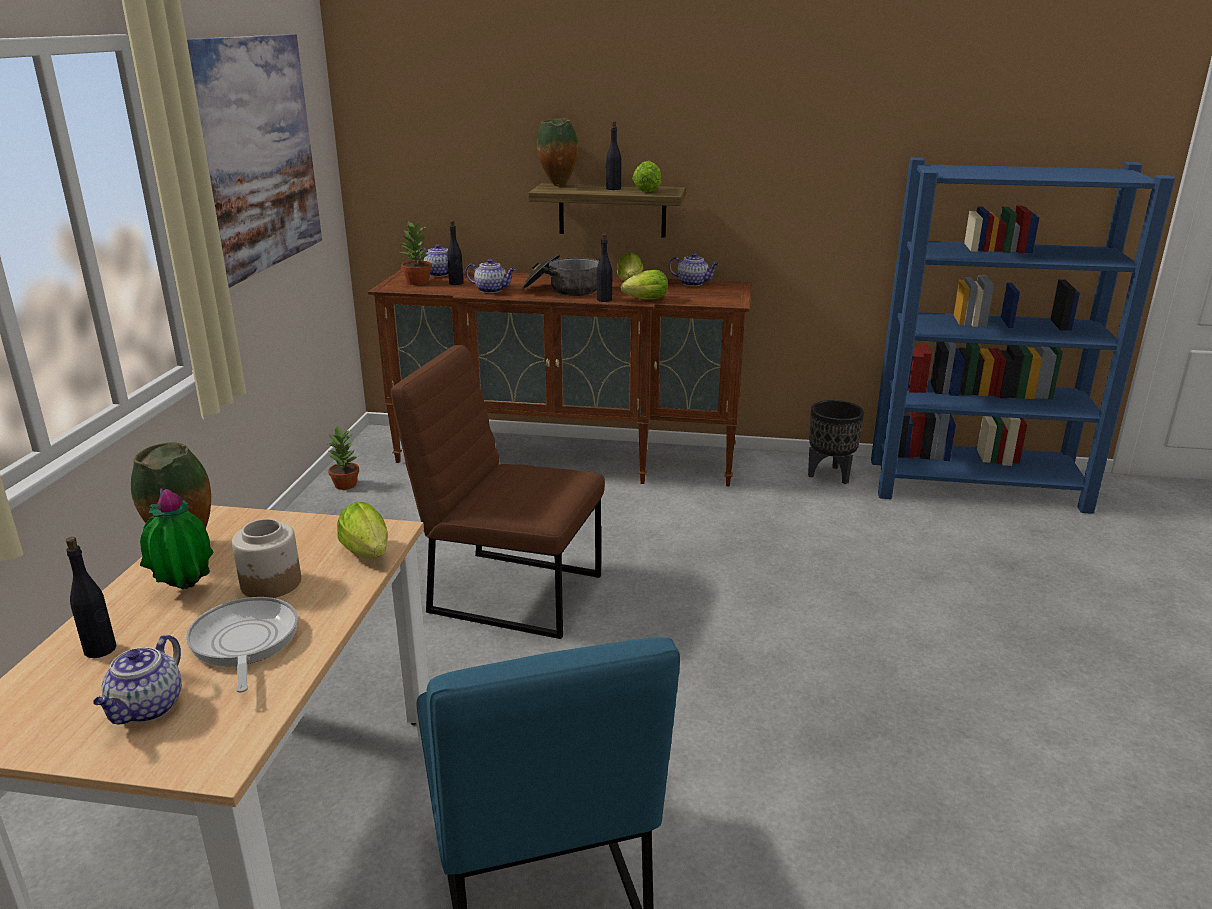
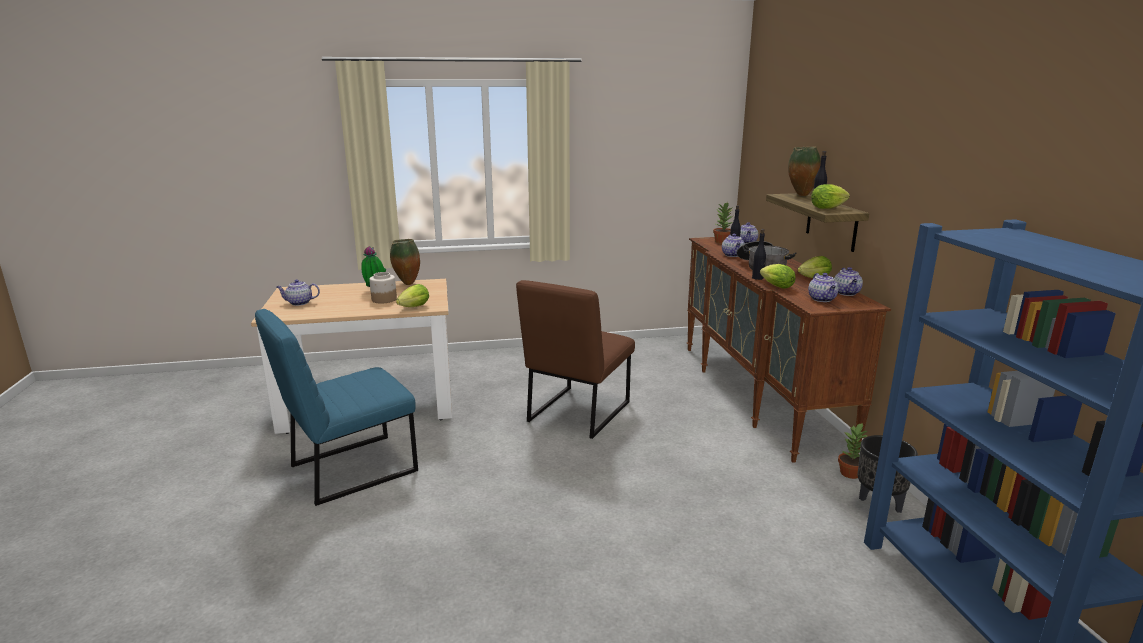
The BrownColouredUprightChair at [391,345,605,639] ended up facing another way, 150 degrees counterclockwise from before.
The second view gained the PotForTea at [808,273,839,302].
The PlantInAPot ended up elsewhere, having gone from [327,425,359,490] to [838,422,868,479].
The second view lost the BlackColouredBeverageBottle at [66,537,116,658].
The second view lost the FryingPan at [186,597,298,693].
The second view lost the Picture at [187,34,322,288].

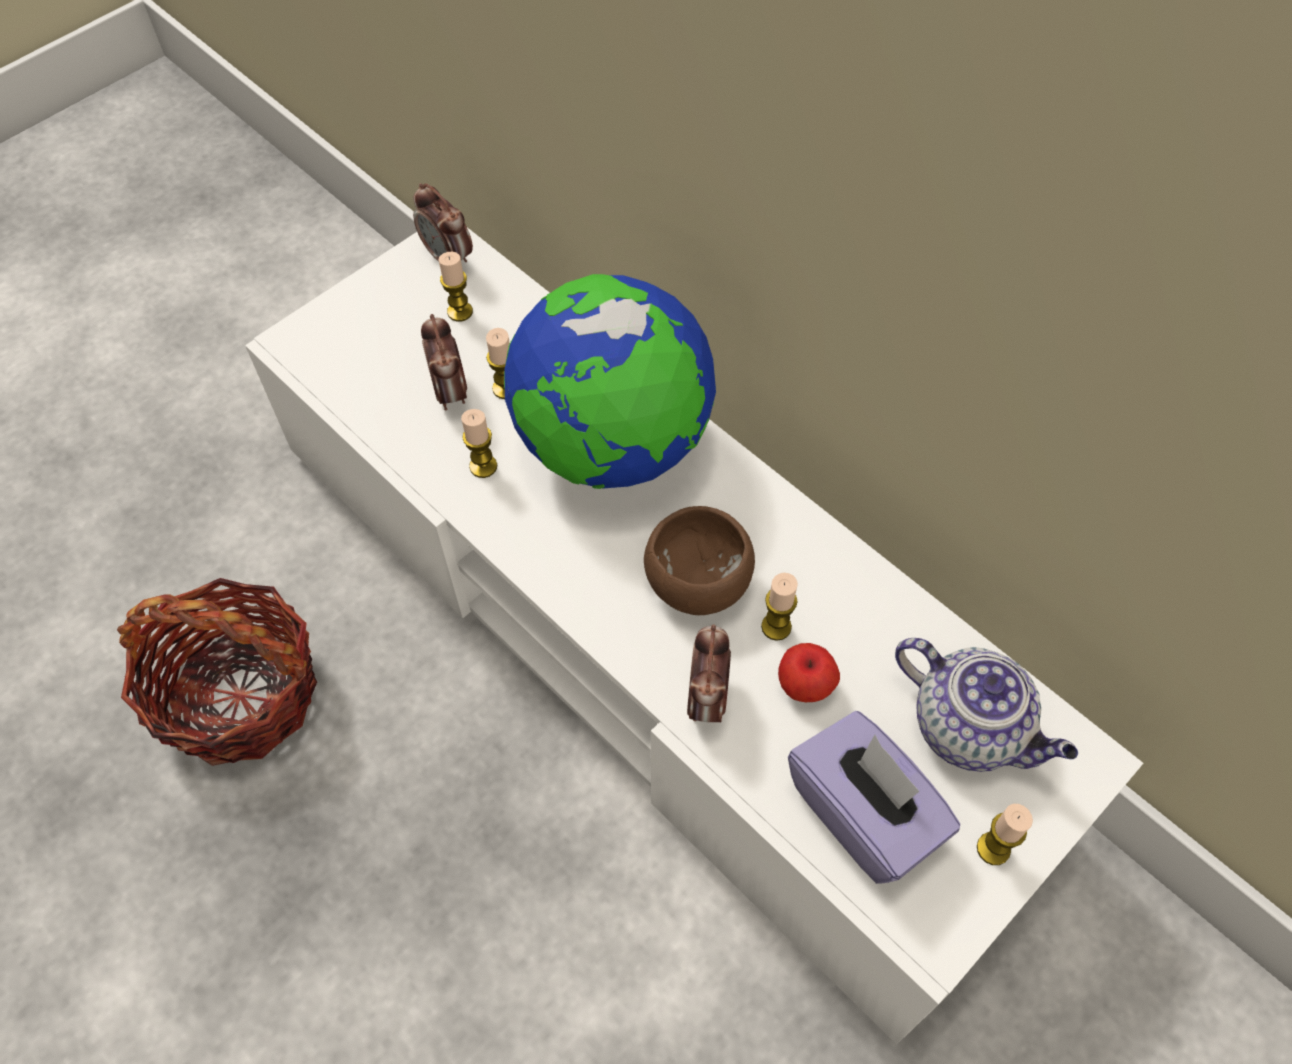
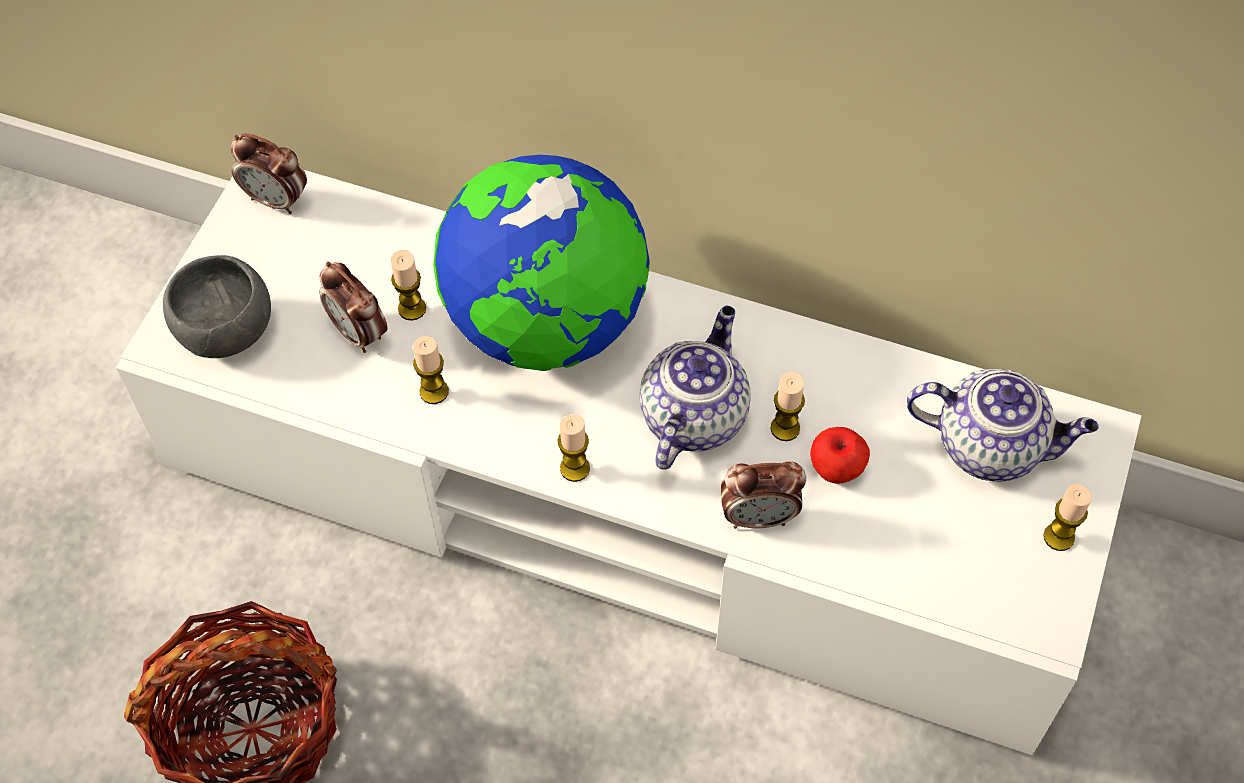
The second view gained the GreyishDeepDish at [163,255,271,358].
The Candle ended up elsewhere, having gone from [439,252,473,322] to [557,414,590,482].
Where the BrownColouredDeepDish stood at [644,506,755,615], the PotForTea came to stand at [640,306,751,469].
The BedsideClock at [687,624,731,722] ended up facing another way, 75 degrees counterclockwise from before.
The second view lost the PurplishBoxOfTissues at [788,711,960,884].

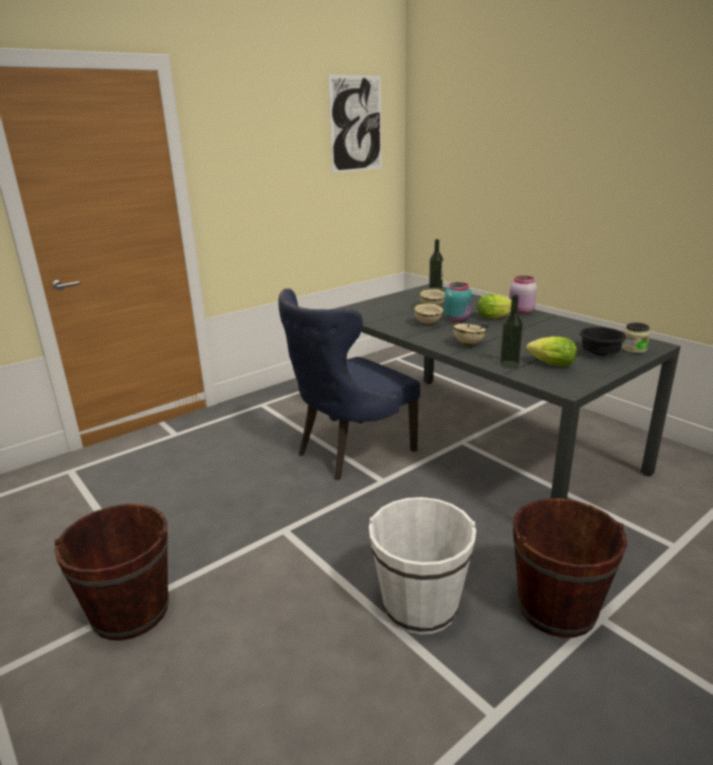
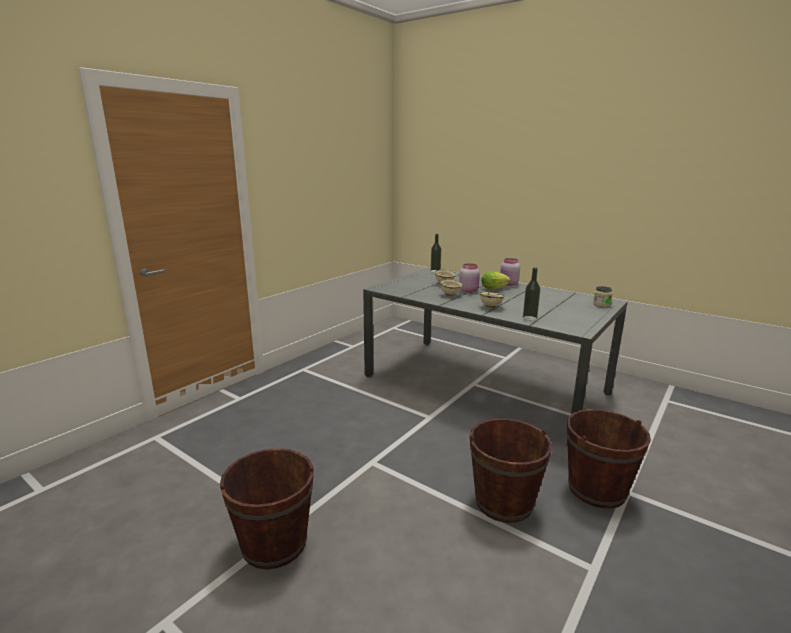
What was the TurquoiseJar at [444,282,472,322] turned into the PinkishJar at [459,263,480,293].
What was the WhiteColouredBucket at [369,497,476,635] turned into the BrownColouredBucket at [469,418,552,523].
The second view lost the BluishUprightChair at [279,288,420,480].
The second view lost the Picture at [328,75,382,173].
The second view lost the LettuceHead at [526,336,577,367].
The second view lost the BlackColouredDeepDish at [580,327,627,356].

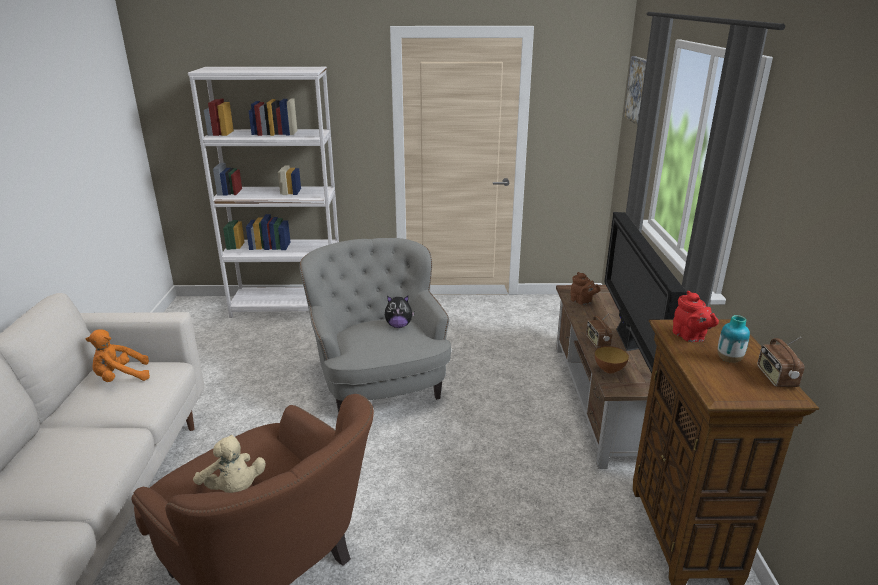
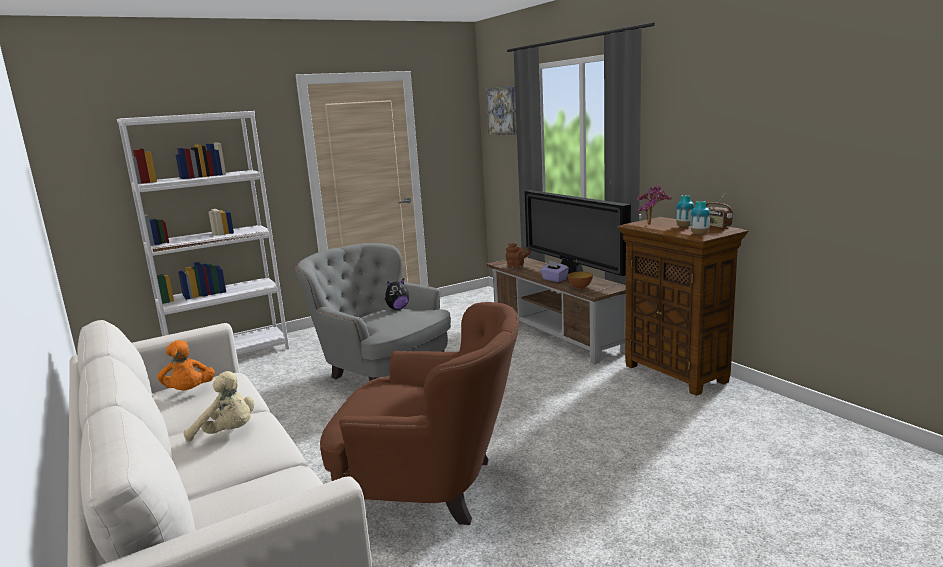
The OrangeColouredCuddlyToy at [86,329,150,382] ended up facing another way, 60 degrees counterclockwise from before.
The BeigeCuddlyToy ended up elsewhere, having gone from [193,435,266,493] to [184,371,254,442].
Where the RadioSet stood at [586,315,613,348], the PurplishBoxOfTissues came to stand at [540,260,569,282].
Where the RedPotForTea stood at [673,291,719,342], the PlantInAPot came to stand at [637,185,671,225].
The second view gained the FlowerVase at [691,201,710,235].

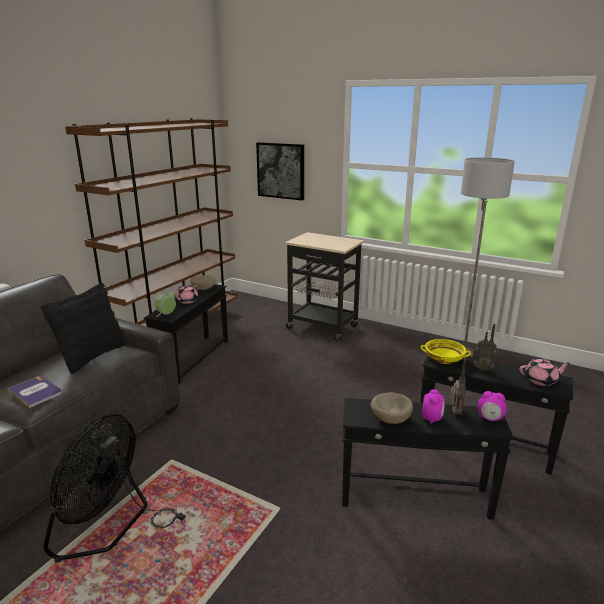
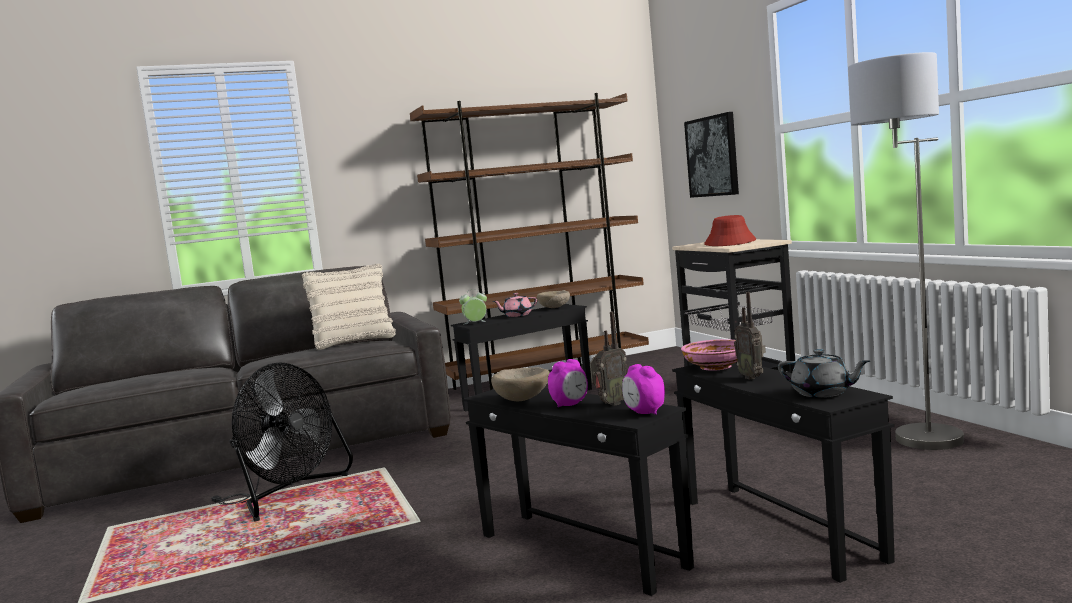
The BlackColouredFan at [43,414,186,562] ended up facing another way, 150 degrees clockwise from before.
What was the BlackColouredPillow at [40,283,128,374] turned into the BeigePillow at [302,264,396,350].
What was the YellowishDeepDish at [420,339,471,364] turned into the PinkishDeepDish at [681,339,738,371].
The second view gained the RedWearableHat at [704,215,756,246].
What was the PinkishPotForTea at [520,358,570,386] turned into the GreyishPotForTea at [778,349,870,398].
The second view lost the Book at [7,376,62,408].

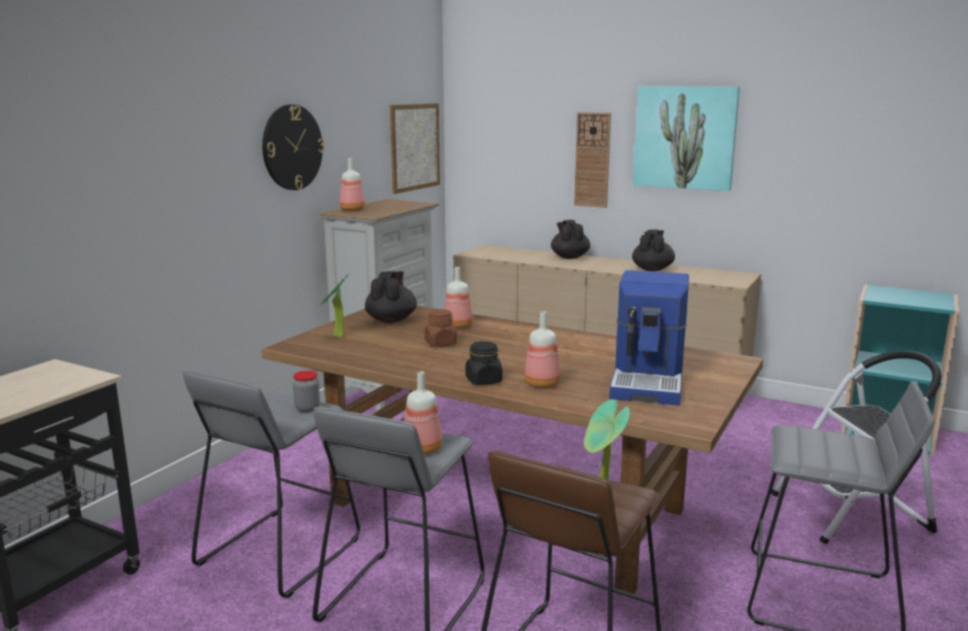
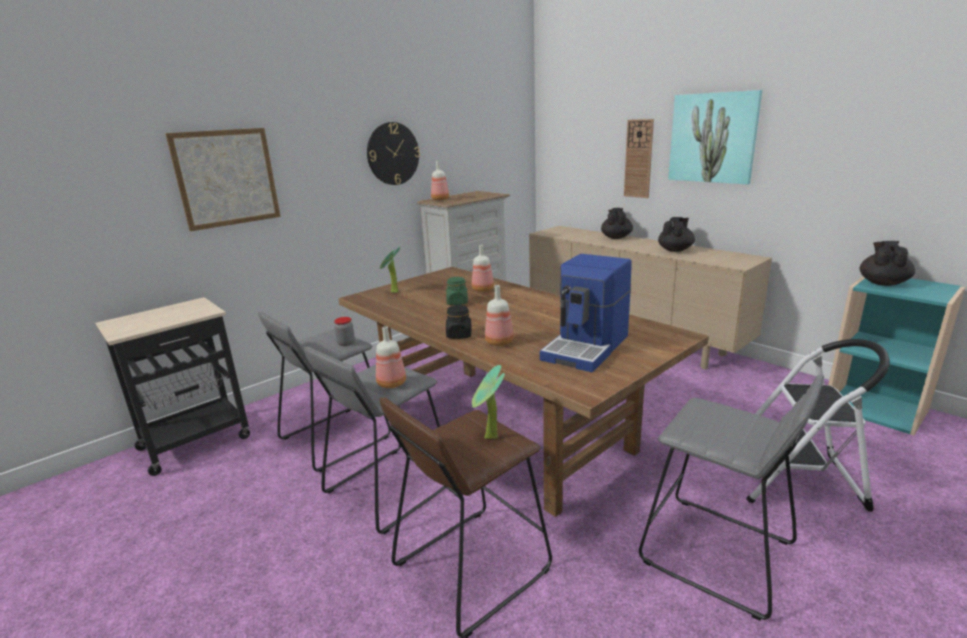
The Picture ended up elsewhere, having gone from [390,103,440,194] to [165,128,281,231].
What was the BrownColouredJar at [424,309,457,347] turned into the GreenJar at [446,277,468,305].
The BlackColouredPotForTea ended up elsewhere, having gone from [365,271,417,323] to [860,241,915,286].

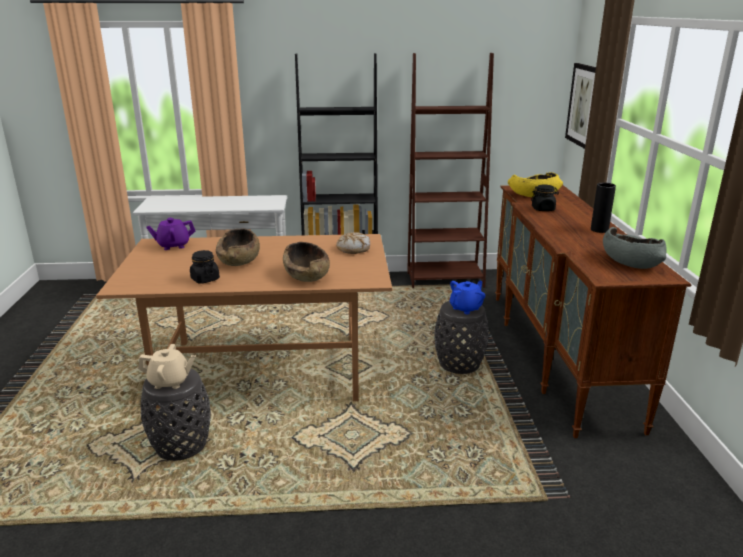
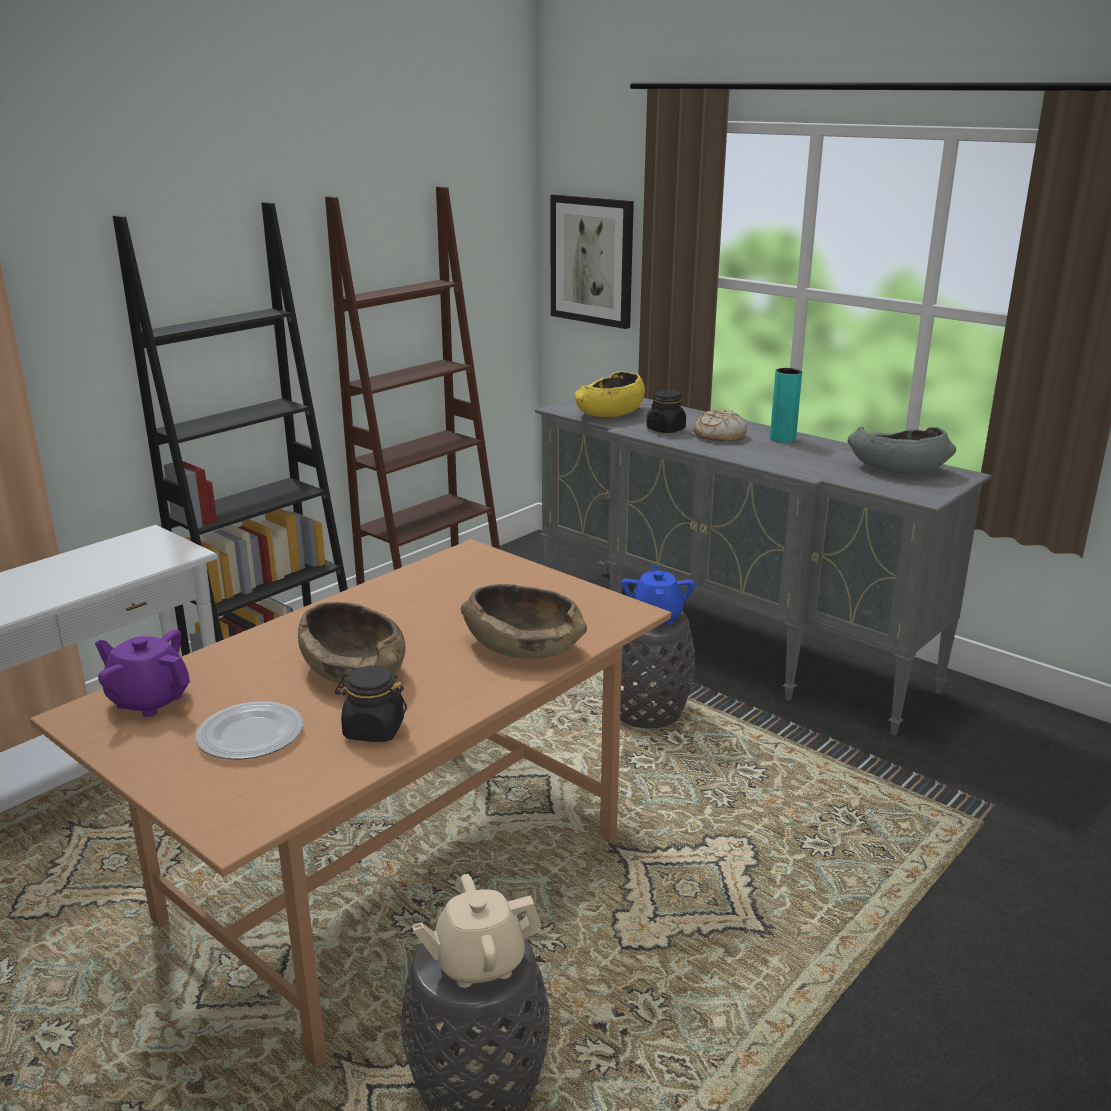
The PurplishPotForTea at [146,218,195,250] ended up facing another way, 90 degrees clockwise from before.
The second view gained the Plate at [195,701,303,760].
The BeigePotForTea at [138,344,196,389] ended up facing another way, 150 degrees counterclockwise from before.
What was the BrownColouredStorageCabinet at [495,185,692,438] turned into the GreyishStorageCabinet at [535,398,992,736].
The BakeryBread ended up elsewhere, having gone from [336,232,370,254] to [694,410,747,441].
What was the BlackColouredFlowerVase at [591,183,616,233] turned into the TurquoiseFlowerVase at [770,368,802,443].

